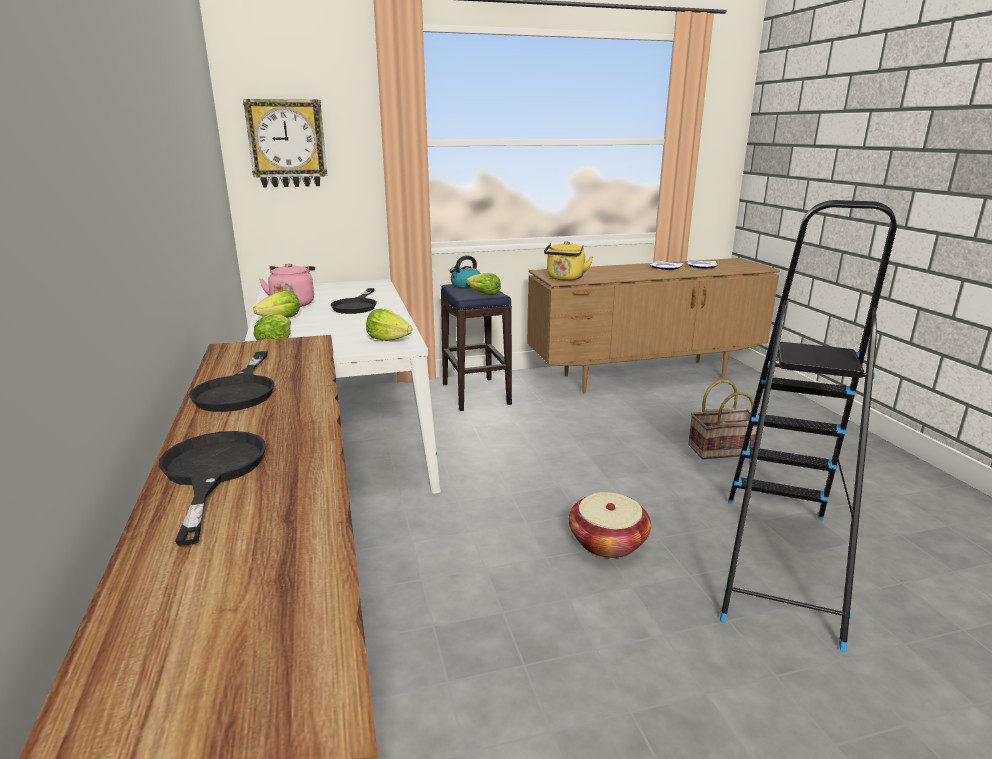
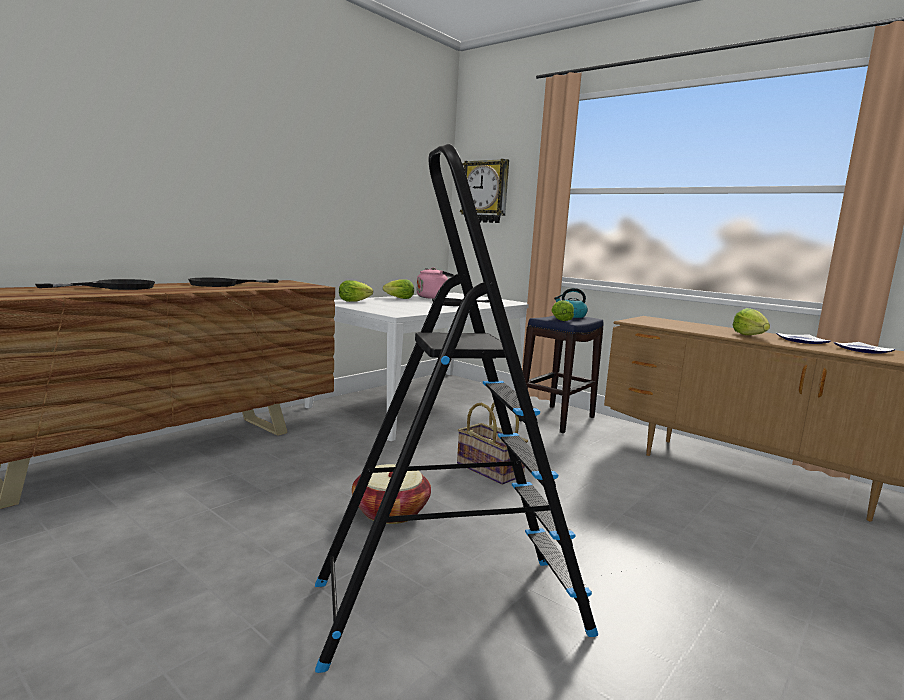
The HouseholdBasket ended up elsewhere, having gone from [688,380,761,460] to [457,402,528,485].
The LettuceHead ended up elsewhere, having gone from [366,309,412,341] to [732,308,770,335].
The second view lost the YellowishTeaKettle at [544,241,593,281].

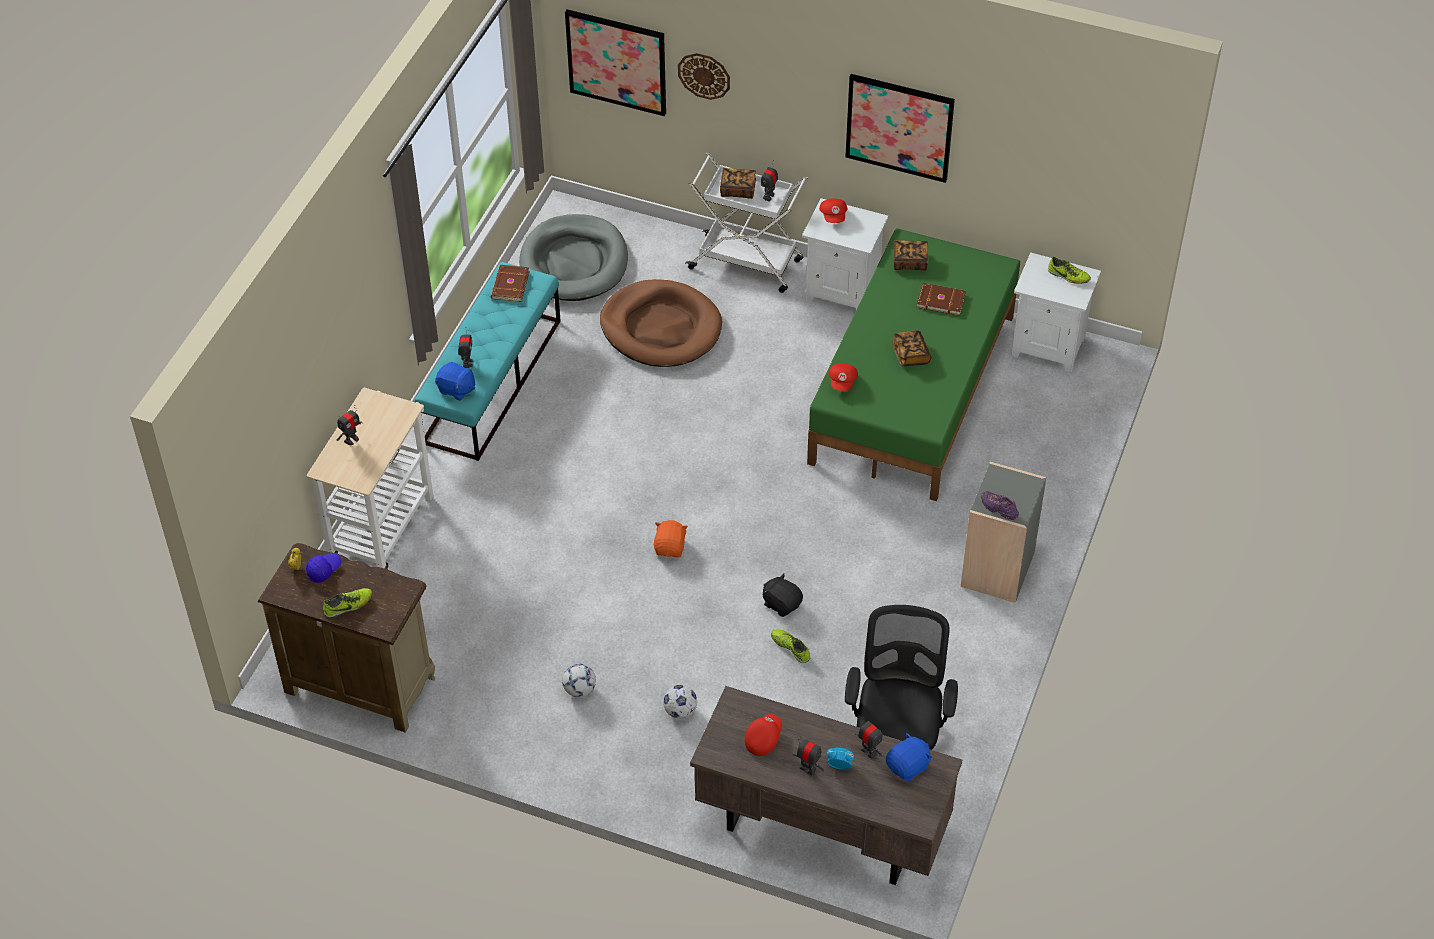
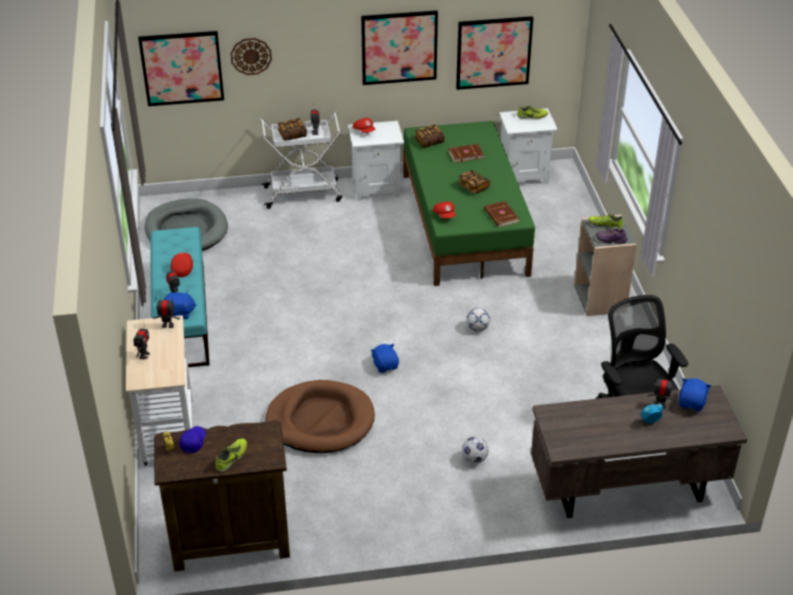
The RobotFigure ended up elsewhere, having gone from [792,736,824,776] to [153,297,180,328].
The RedPeakedCap ended up elsewhere, having gone from [744,714,782,756] to [171,253,193,277].
The BrownColouredDogCushion ended up elsewhere, having gone from [600,279,722,367] to [266,380,375,453].
What was the OrangeColouredCuddlyToy at [654,520,688,557] turned into the BluishCuddlyToy at [370,344,399,373].
The second view gained the Picture at [456,16,533,90].
The BallForFootball ended up elsewhere, having gone from [562,664,596,697] to [466,308,490,332].
The BrownColouredBook ended up elsewhere, having gone from [491,265,530,302] to [484,201,519,227].
The ItemOfFootwear ended up elsewhere, having gone from [771,629,810,663] to [588,214,623,230].
The second view lost the BlackColouredCuddlyToy at [763,574,803,617].

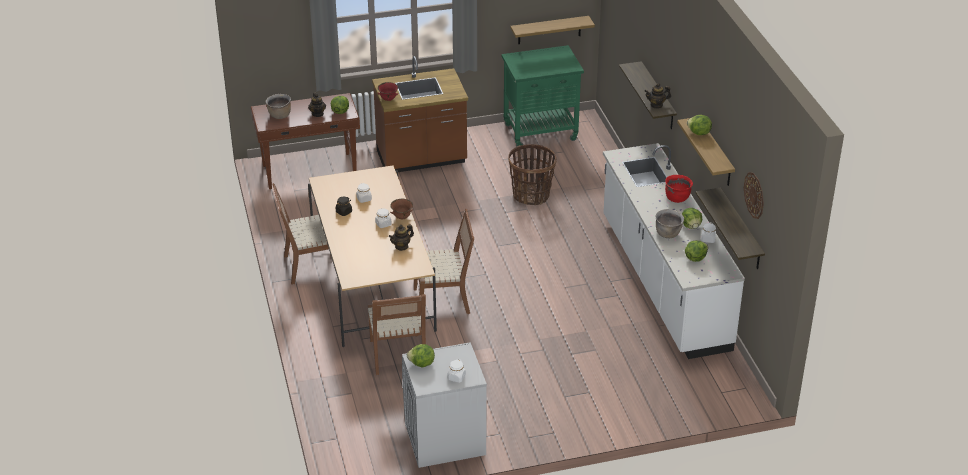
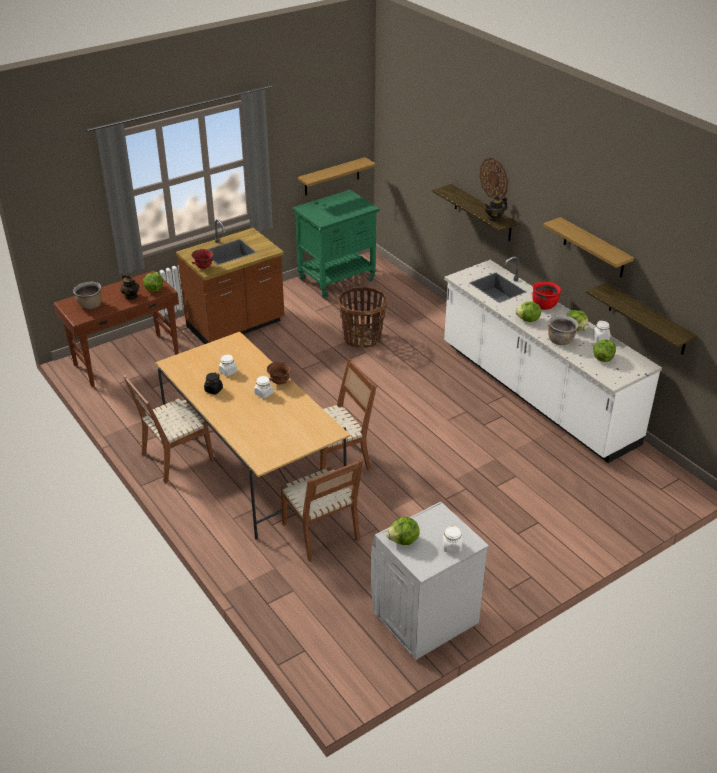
The ClockOnTheWall ended up elsewhere, having gone from [744,172,764,219] to [480,158,508,199].
The LettuceHead ended up elsewhere, having gone from [687,115,712,135] to [515,302,541,322].
The second view lost the PotForTea at [389,224,414,251].

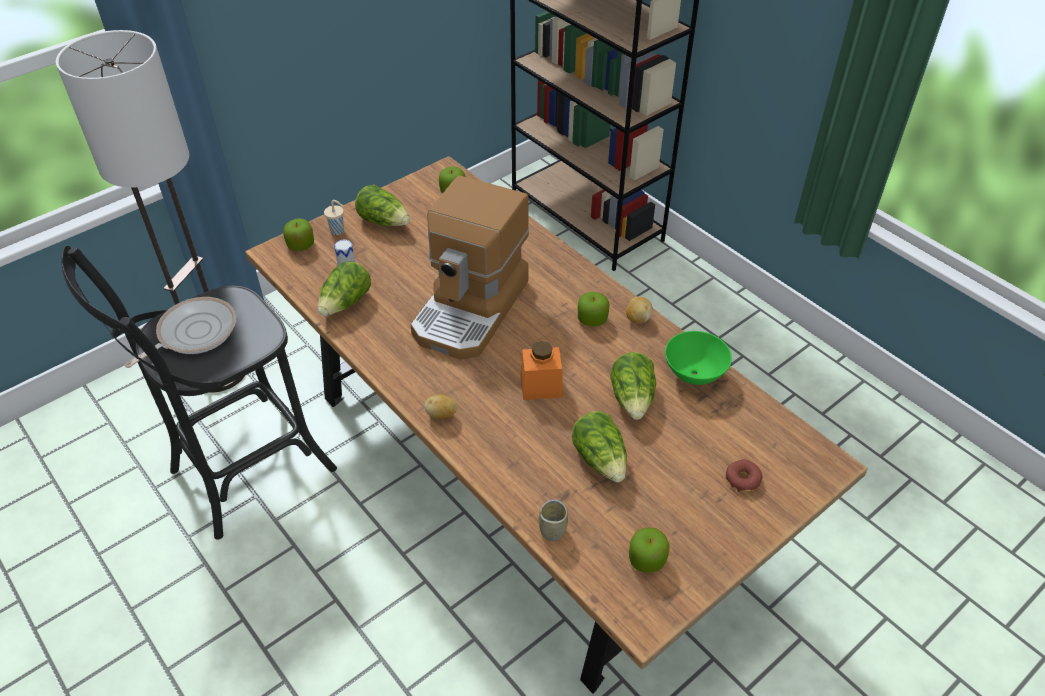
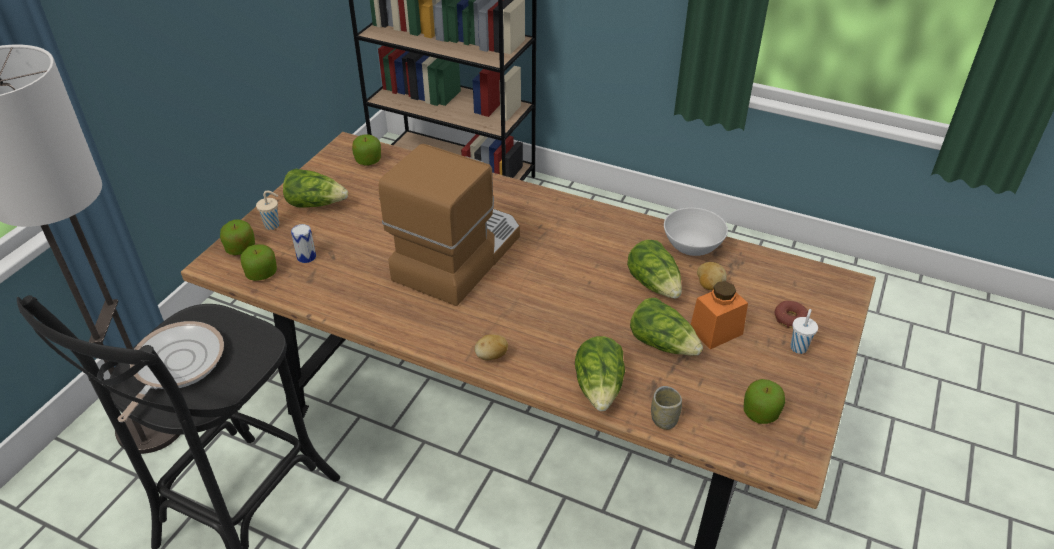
The Apple ended up elsewhere, having gone from [578,292,610,326] to [241,244,277,281].
The CoffeeBrewer at [410,176,529,360] ended up facing another way, 150 degrees counterclockwise from before.
The LettuceHead ended up elsewhere, having gone from [318,262,371,316] to [575,336,625,411].
What was the GreenDeepDish at [665,331,732,385] turned into the WhiteColouredDeepDish at [664,208,728,256].
The OrangeColouredJar ended up elsewhere, having gone from [521,341,563,400] to [691,281,748,349].
The Potato ended up elsewhere, having gone from [626,297,653,324] to [697,262,727,290].
The second view gained the WhiteColouredCup at [790,309,818,354].

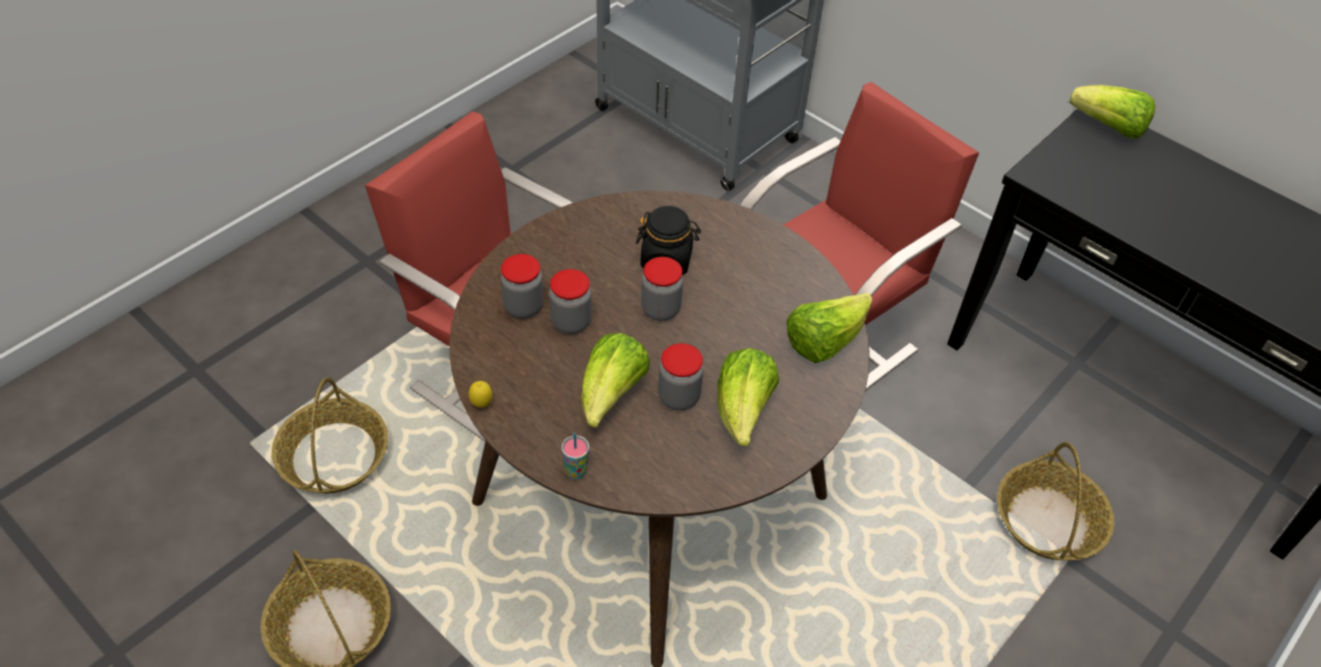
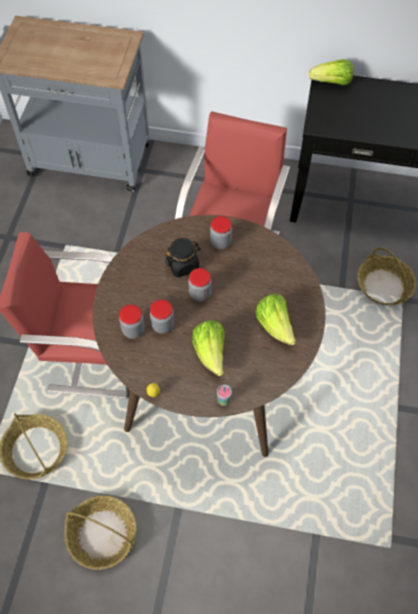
The Jar ended up elsewhere, having gone from [658,343,704,410] to [210,216,232,250].
The second view lost the LettuceHead at [786,293,873,363].

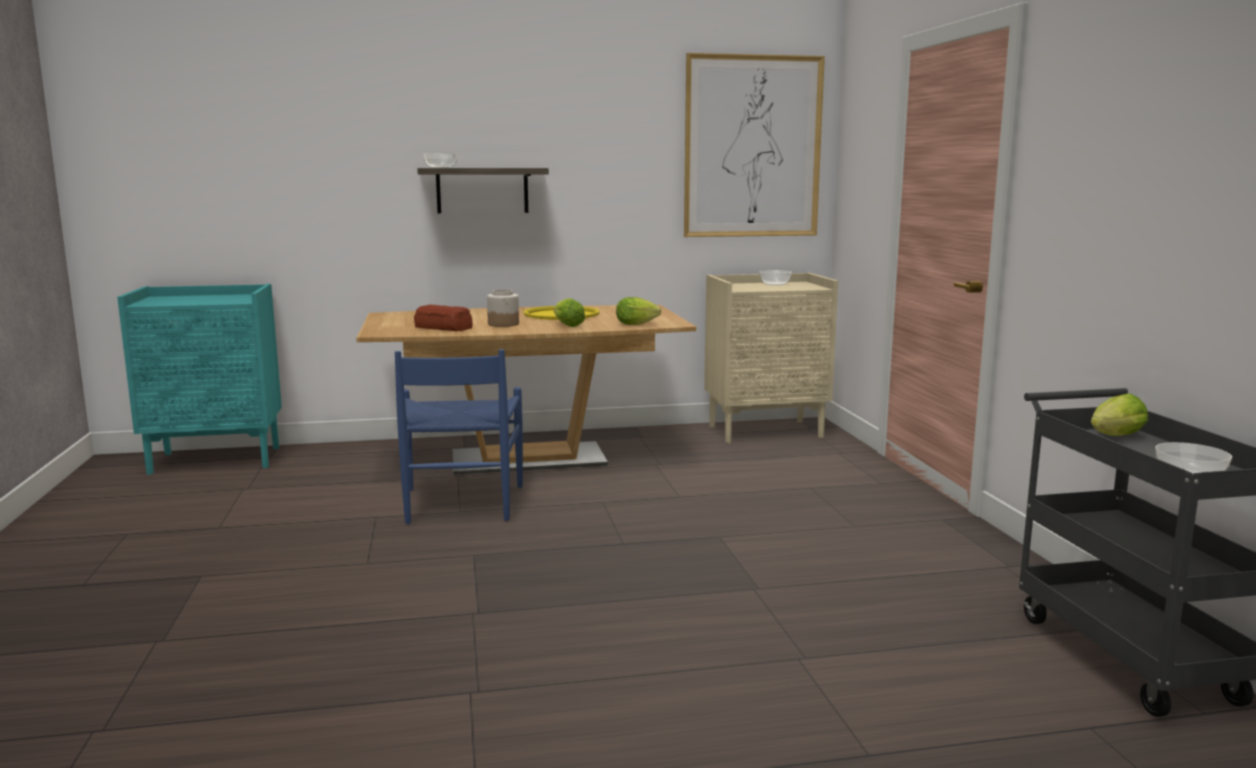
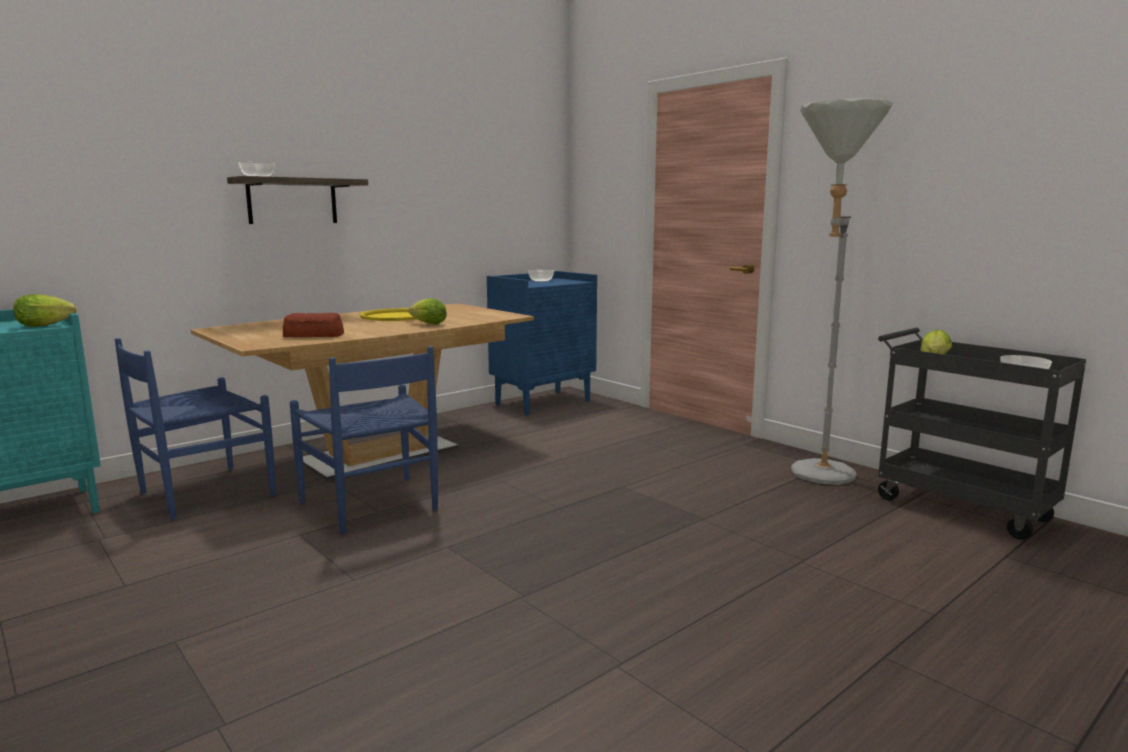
The LettuceHead ended up elsewhere, having gone from [616,297,661,325] to [13,294,77,327].
The second view gained the BluishUprightChair at [115,338,276,520].
What was the BeigeStorageCabinet at [704,273,838,443] turned into the BluishStorageCabinet at [487,271,597,416].
The second view gained the GreyishStandingLamp at [791,99,893,485].
The second view lost the Jar at [487,289,519,327].
The second view lost the Picture at [684,53,825,237].

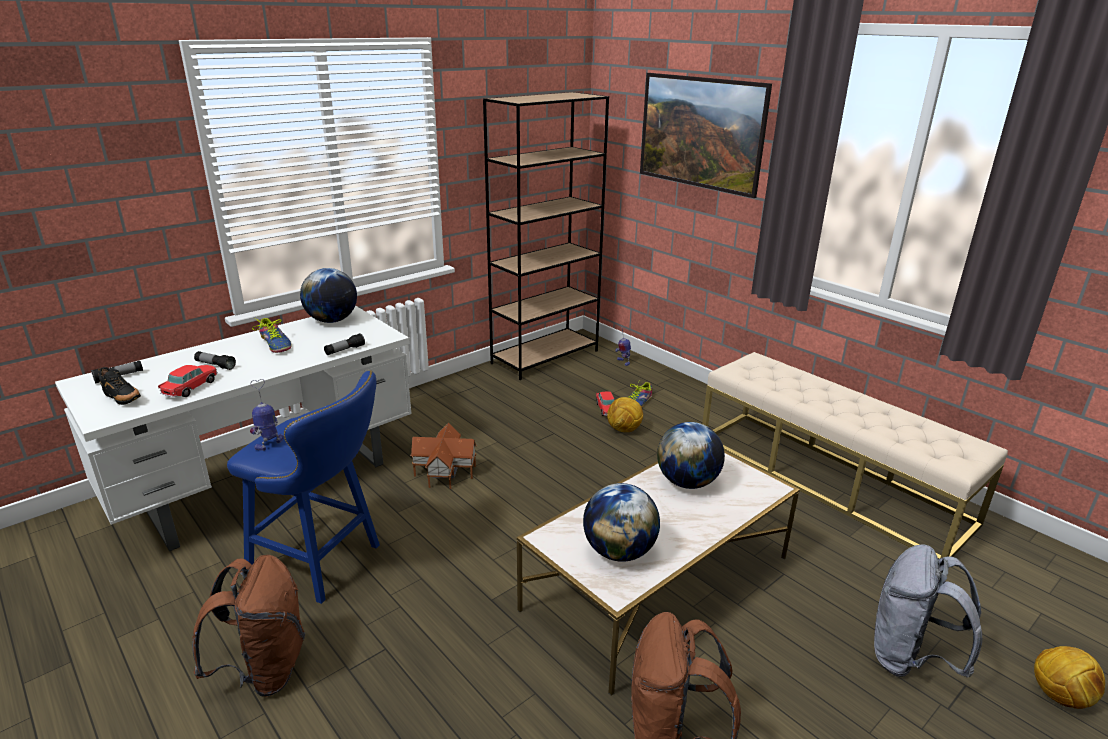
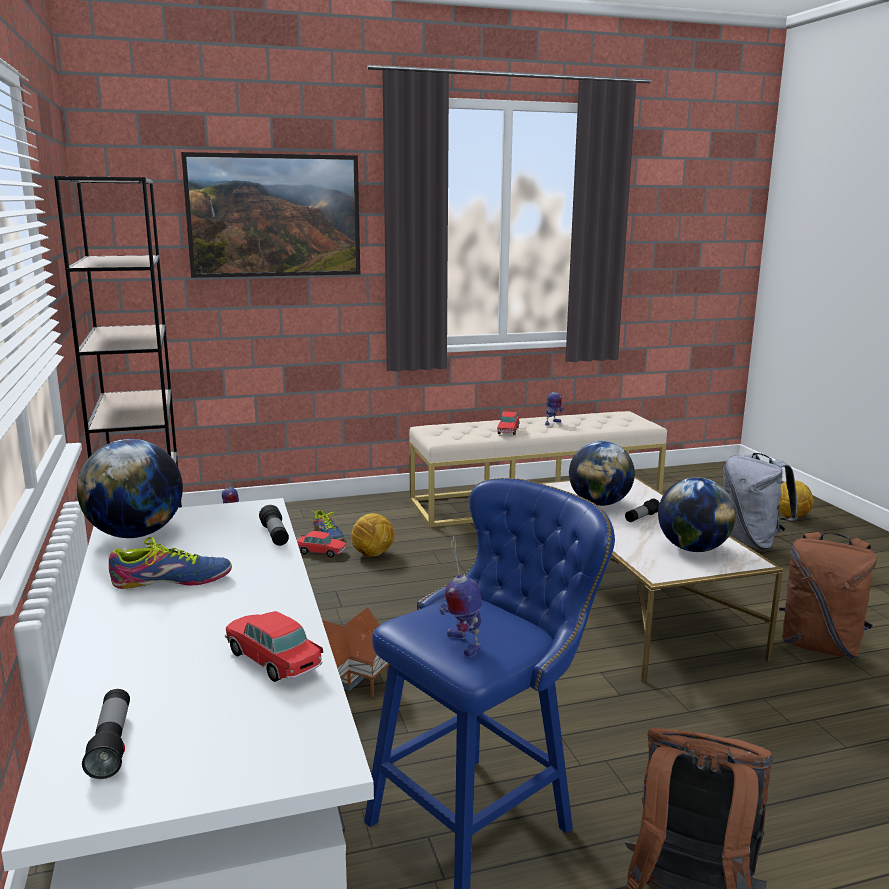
The second view gained the MiniatureCar at [497,412,519,435].
The second view gained the RobotFigure at [545,375,564,425].
The Torch ended up elsewhere, having gone from [194,351,236,370] to [625,499,660,522].
The second view lost the BlackColouredItemOfFootwear at [98,367,141,405].

